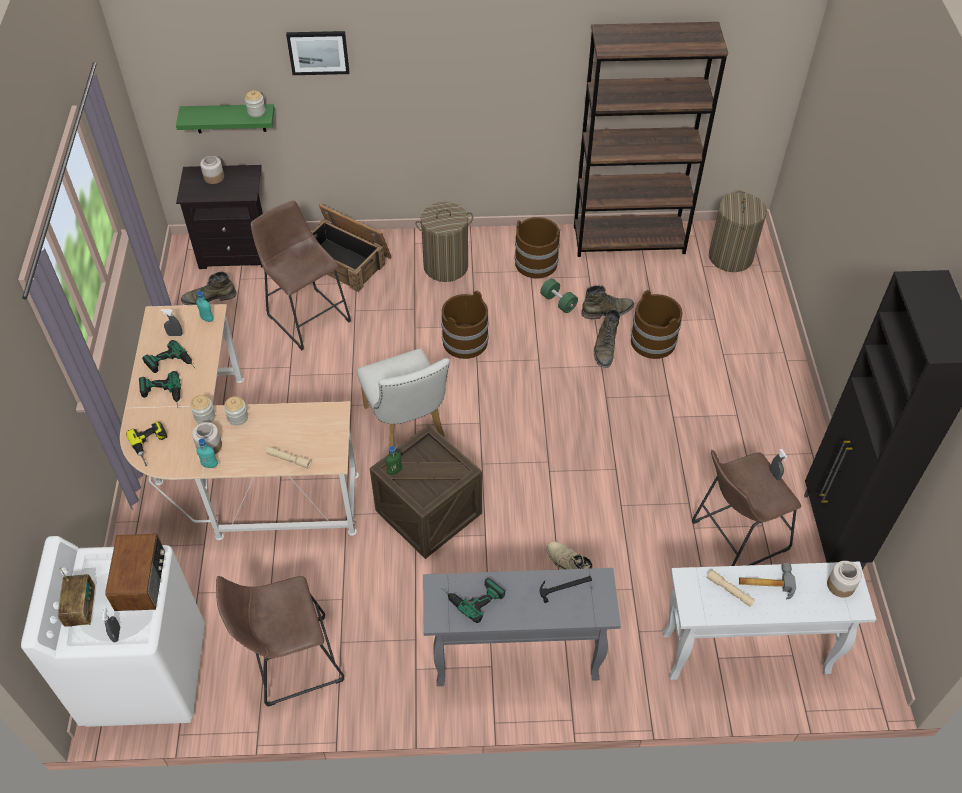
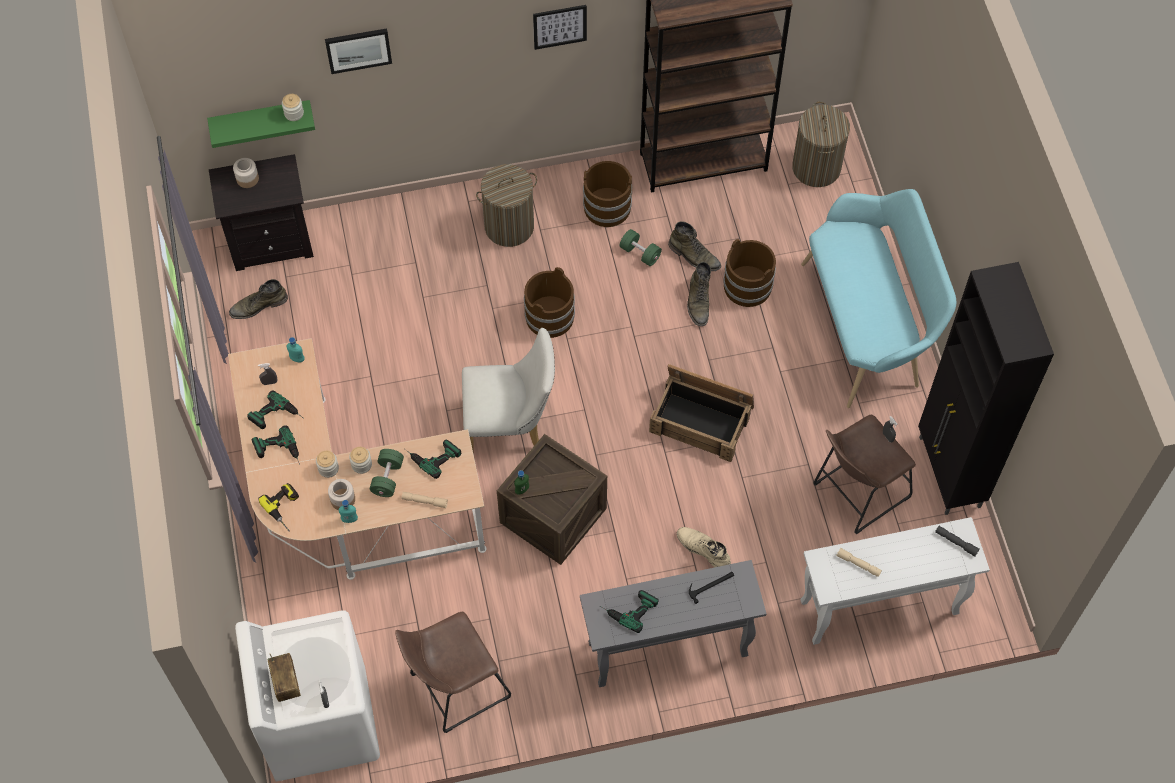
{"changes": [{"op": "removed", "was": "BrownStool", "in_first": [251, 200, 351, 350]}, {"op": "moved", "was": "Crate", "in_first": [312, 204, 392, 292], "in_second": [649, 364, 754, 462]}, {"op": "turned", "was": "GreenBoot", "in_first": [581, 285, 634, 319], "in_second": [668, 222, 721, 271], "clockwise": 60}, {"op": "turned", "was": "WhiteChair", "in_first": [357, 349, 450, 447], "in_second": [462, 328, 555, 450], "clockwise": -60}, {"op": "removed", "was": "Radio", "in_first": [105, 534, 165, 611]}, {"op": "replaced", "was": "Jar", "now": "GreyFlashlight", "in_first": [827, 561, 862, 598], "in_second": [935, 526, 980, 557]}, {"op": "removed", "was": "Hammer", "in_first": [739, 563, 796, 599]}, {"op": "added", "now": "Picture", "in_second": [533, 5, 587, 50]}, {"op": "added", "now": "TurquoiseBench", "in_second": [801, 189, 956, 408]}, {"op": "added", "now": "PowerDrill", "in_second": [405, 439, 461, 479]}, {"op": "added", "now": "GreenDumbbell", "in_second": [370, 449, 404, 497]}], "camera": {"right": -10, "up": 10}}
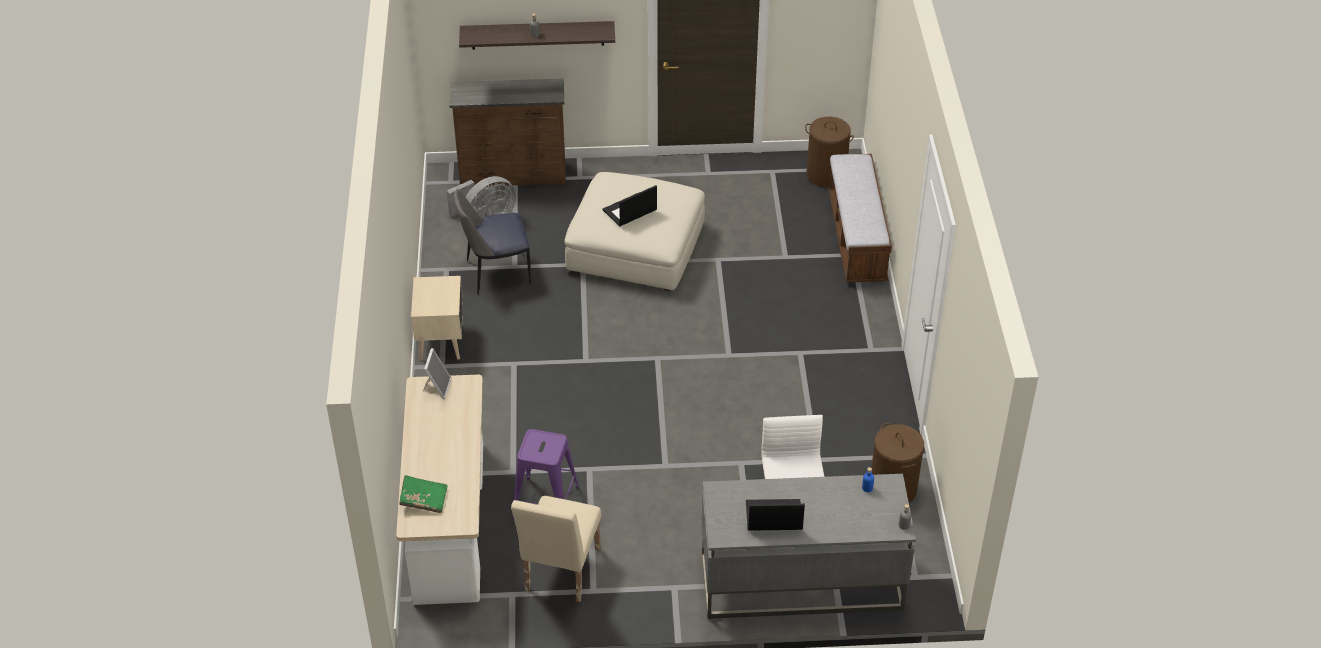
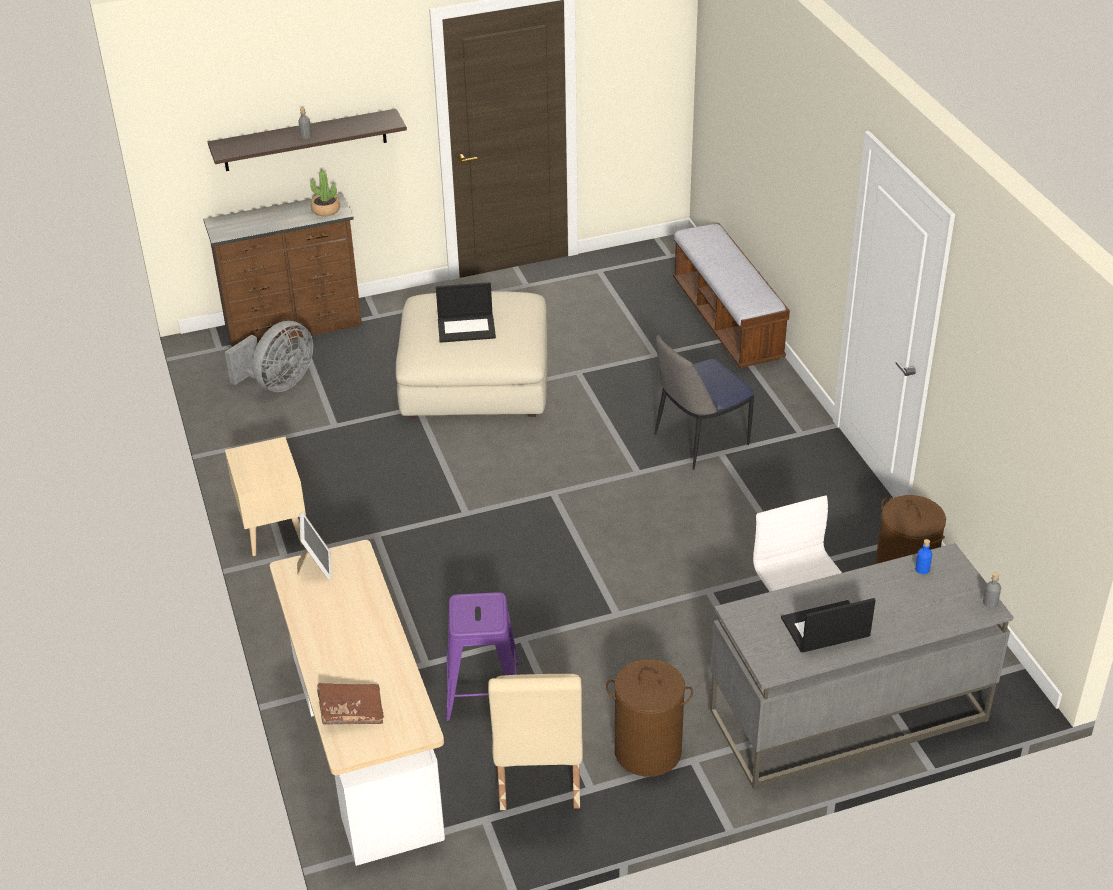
{"changes": [{"op": "moved", "was": "BrownLaundryBasket", "in_first": [805, 117, 854, 188], "in_second": [606, 659, 693, 777]}, {"op": "turned", "was": "Laptop", "in_first": [602, 185, 657, 226], "in_second": [436, 282, 496, 343], "clockwise": -135}, {"op": "moved", "was": "Chair", "in_first": [454, 189, 531, 295], "in_second": [655, 335, 754, 470]}, {"op": "recoloured", "was": "GreenBook", "now": "BrownBook", "in_first": [399, 475, 447, 513], "in_second": [317, 683, 384, 725]}, {"op": "added", "now": "PottedPlant", "in_second": [310, 171, 340, 216]}], "camera": {"right": -15, "up": -5}}
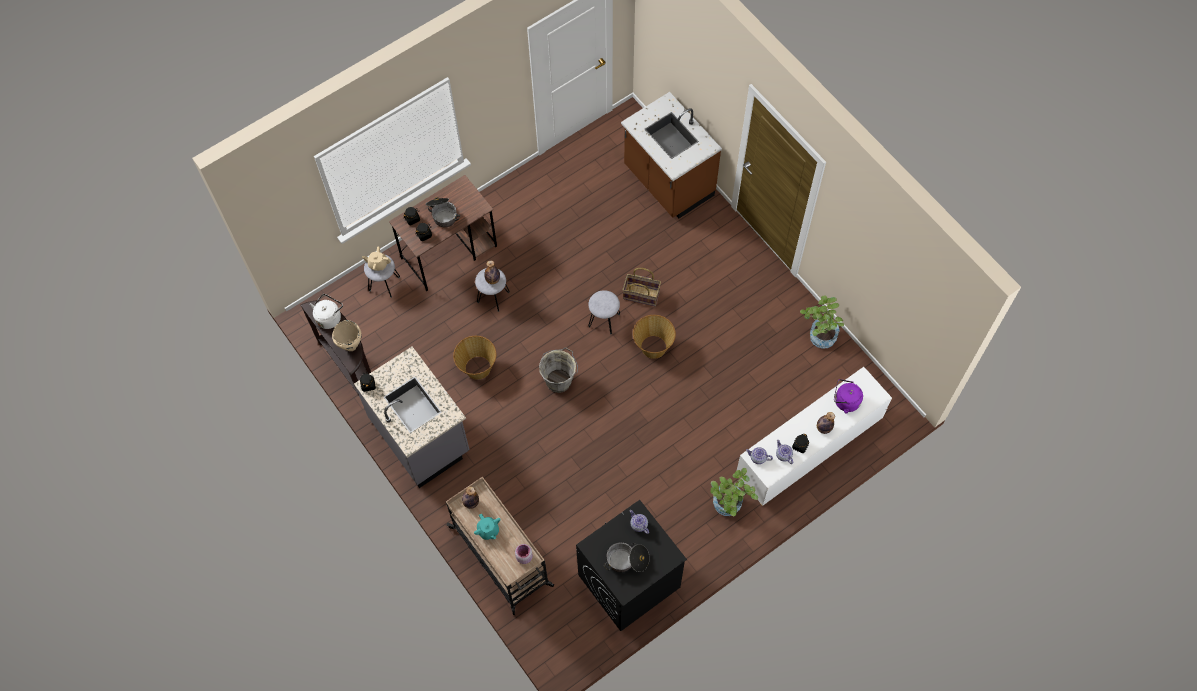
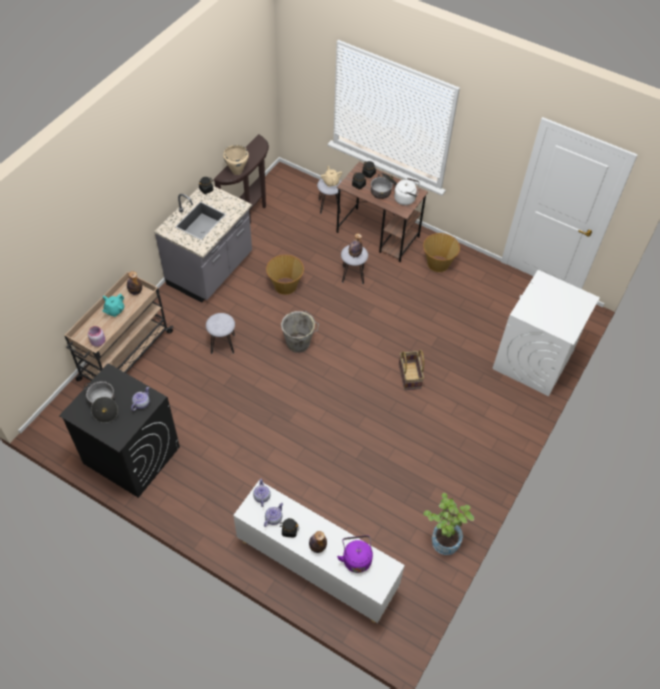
{"changes": [{"op": "replaced", "was": "BrownCounter", "now": "WhiteWashingMachine", "in_first": [621, 92, 722, 218], "in_second": [493, 270, 600, 396]}, {"op": "moved", "was": "GreyStool", "in_first": [588, 290, 620, 335], "in_second": [206, 313, 235, 354]}, {"op": "moved", "was": "WhiteKettle", "in_first": [310, 294, 343, 329], "in_second": [394, 178, 420, 205]}, {"op": "moved", "was": "Basket", "in_first": [633, 315, 676, 359], "in_second": [423, 233, 460, 272]}, {"op": "removed", "was": "PottedPlant", "in_first": [711, 468, 758, 517]}], "camera": {"right": 65, "up": -10}}
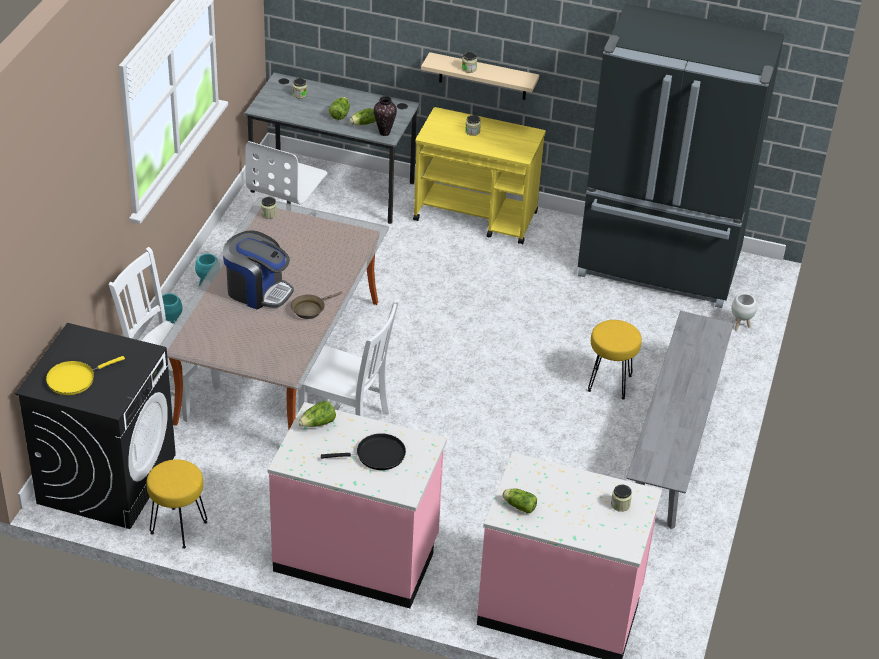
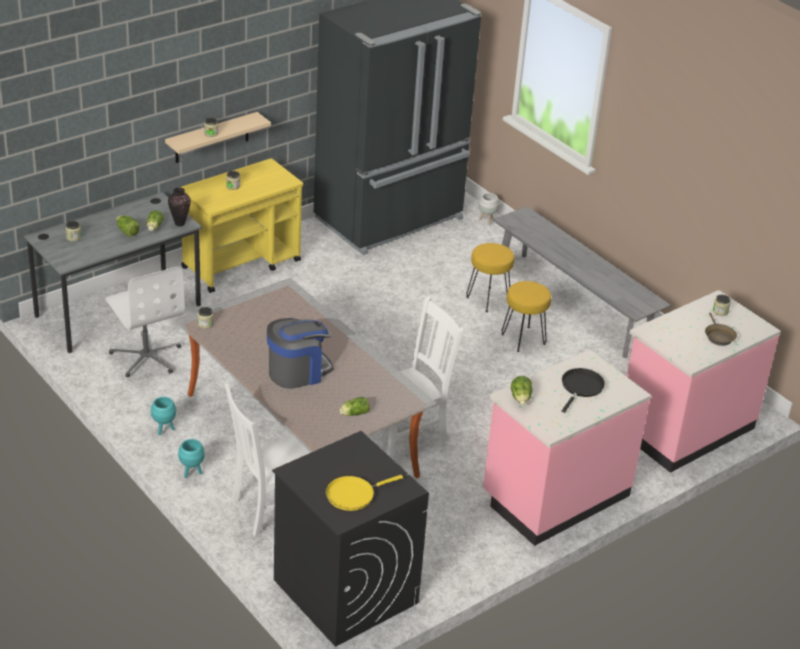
{"changes": [{"op": "moved", "was": "BrownFryingPan", "in_first": [291, 291, 342, 319], "in_second": [705, 313, 737, 346]}, {"op": "turned", "was": "YellowFryingPan", "in_first": [46, 356, 125, 395], "in_second": [326, 475, 403, 511], "clockwise": 60}, {"op": "moved", "was": "YellowStool", "in_first": [146, 459, 207, 549], "in_second": [501, 281, 551, 352]}, {"op": "moved", "was": "Lettuce", "in_first": [502, 489, 537, 513], "in_second": [339, 397, 370, 416]}], "camera": {"right": -55, "up": -5}}
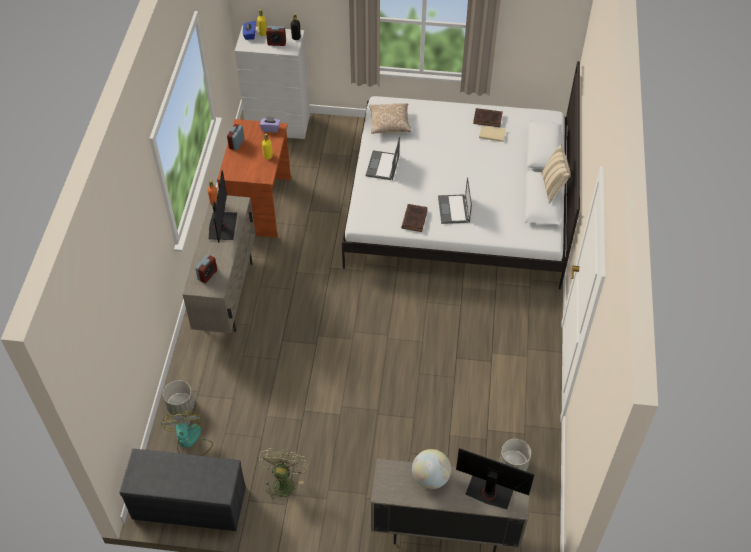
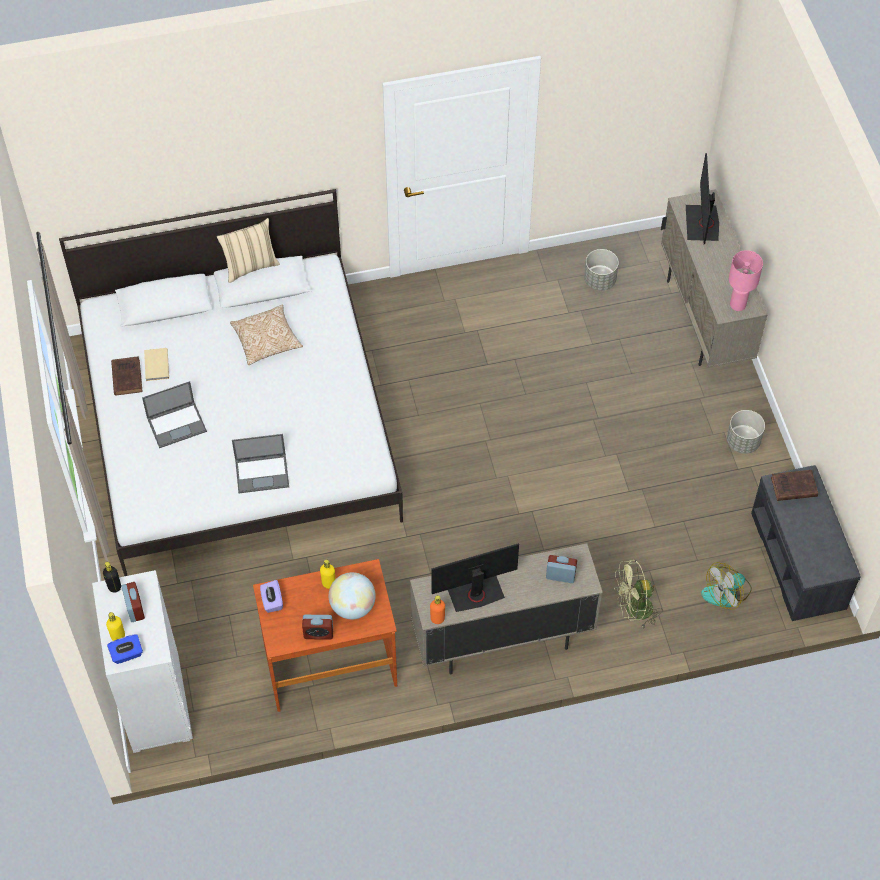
{"changes": [{"op": "moved", "was": "Pillow", "in_first": [369, 103, 411, 134], "in_second": [230, 304, 303, 365]}, {"op": "moved", "was": "Laptop", "in_first": [438, 177, 472, 224], "in_second": [142, 381, 207, 448]}, {"op": "moved", "was": "BrownBook", "in_first": [402, 204, 428, 232], "in_second": [771, 470, 818, 501]}, {"op": "moved", "was": "GreyPlanter", "in_first": [163, 380, 194, 416], "in_second": [727, 410, 765, 454]}, {"op": "moved", "was": "GreenFan", "in_first": [258, 448, 308, 502], "in_second": [614, 560, 662, 628]}, {"op": "moved", "was": "Globe", "in_first": [412, 449, 451, 489], "in_second": [329, 572, 376, 619]}, {"op": "added", "now": "PinkTableLamp", "in_second": [729, 250, 763, 311]}], "camera": {"right": -110, "up": 5}}
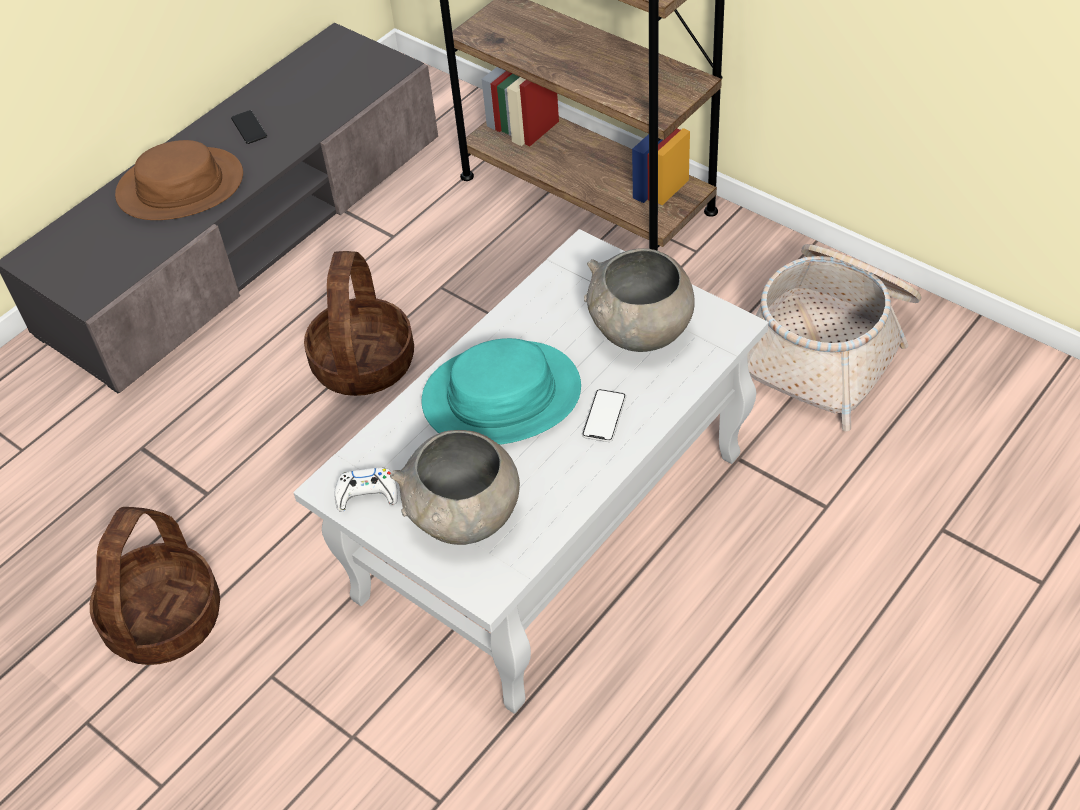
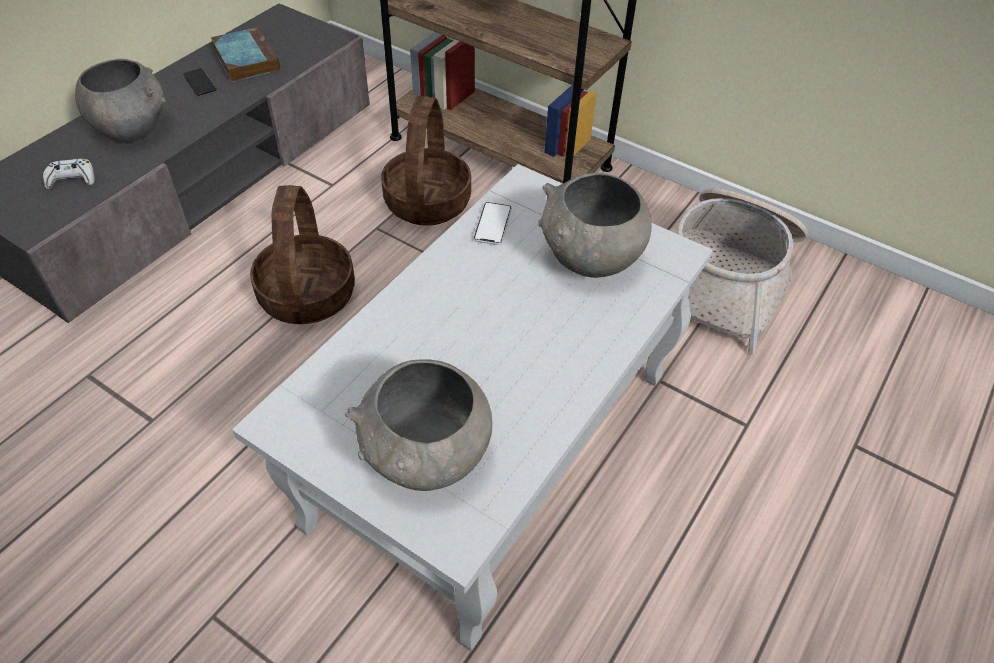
{"changes": [{"op": "replaced", "was": "BrownHat", "now": "GreyBowl", "in_first": [115, 140, 243, 220], "in_second": [75, 59, 166, 143]}, {"op": "removed", "was": "TurquoiseHat", "in_first": [422, 338, 581, 445]}, {"op": "moved", "was": "Phone", "in_first": [582, 389, 626, 442], "in_second": [473, 202, 512, 245]}, {"op": "moved", "was": "WhiteGameController", "in_first": [335, 467, 398, 512], "in_second": [43, 159, 95, 189]}, {"op": "moved", "was": "Basket", "in_first": [90, 507, 220, 665], "in_second": [381, 96, 471, 226]}, {"op": "added", "now": "Book", "in_second": [211, 27, 280, 82]}], "camera": {"right": -10, "up": 0}}
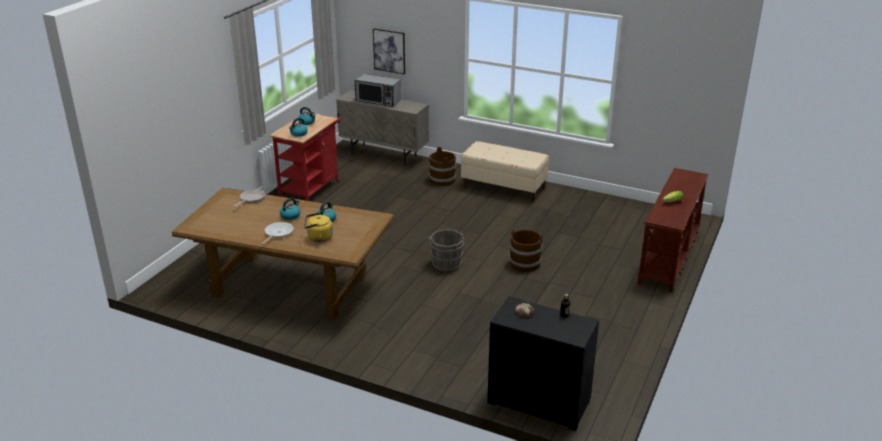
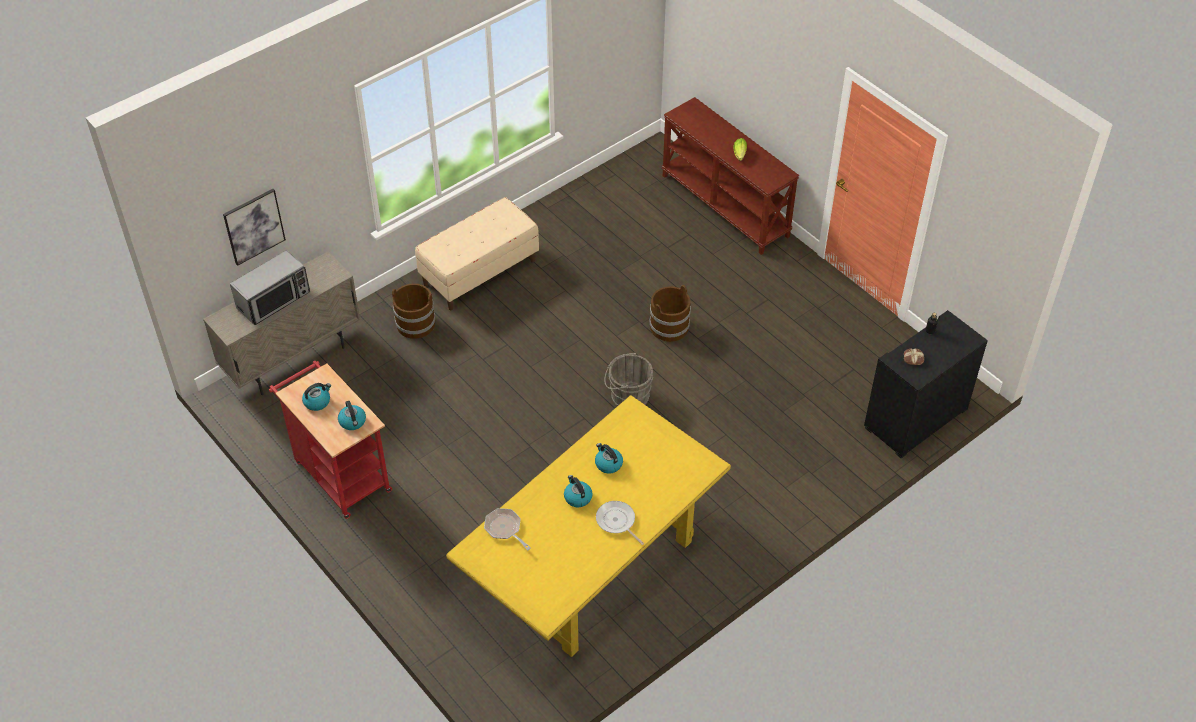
{"changes": [{"op": "recoloured", "was": "BrownDiningTable", "now": "YellowDiningTable", "in_first": [172, 188, 394, 320], "in_second": [446, 395, 731, 657]}, {"op": "removed", "was": "YellowKettle", "in_first": [304, 213, 333, 242]}], "camera": {"right": -65, "up": 20}}
